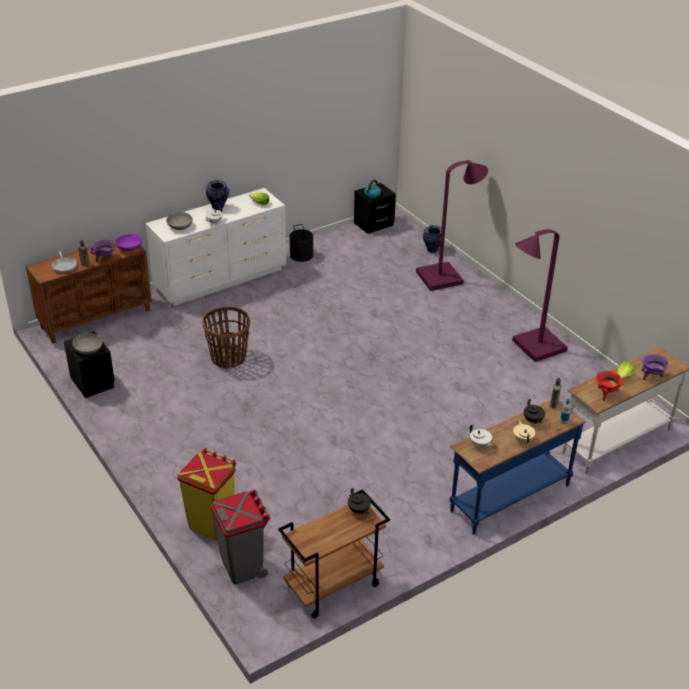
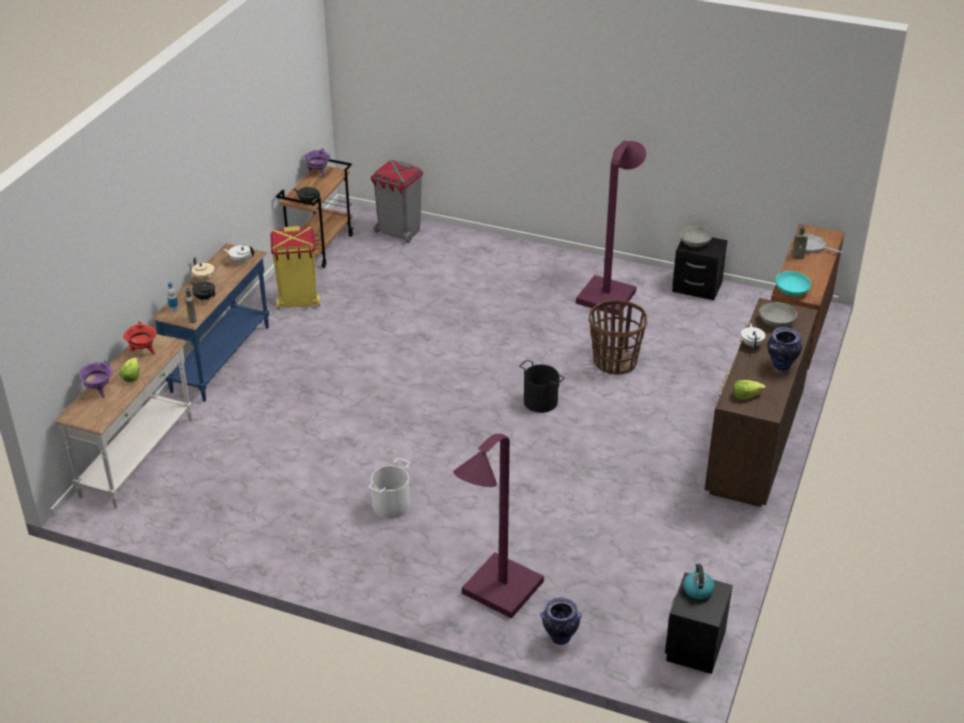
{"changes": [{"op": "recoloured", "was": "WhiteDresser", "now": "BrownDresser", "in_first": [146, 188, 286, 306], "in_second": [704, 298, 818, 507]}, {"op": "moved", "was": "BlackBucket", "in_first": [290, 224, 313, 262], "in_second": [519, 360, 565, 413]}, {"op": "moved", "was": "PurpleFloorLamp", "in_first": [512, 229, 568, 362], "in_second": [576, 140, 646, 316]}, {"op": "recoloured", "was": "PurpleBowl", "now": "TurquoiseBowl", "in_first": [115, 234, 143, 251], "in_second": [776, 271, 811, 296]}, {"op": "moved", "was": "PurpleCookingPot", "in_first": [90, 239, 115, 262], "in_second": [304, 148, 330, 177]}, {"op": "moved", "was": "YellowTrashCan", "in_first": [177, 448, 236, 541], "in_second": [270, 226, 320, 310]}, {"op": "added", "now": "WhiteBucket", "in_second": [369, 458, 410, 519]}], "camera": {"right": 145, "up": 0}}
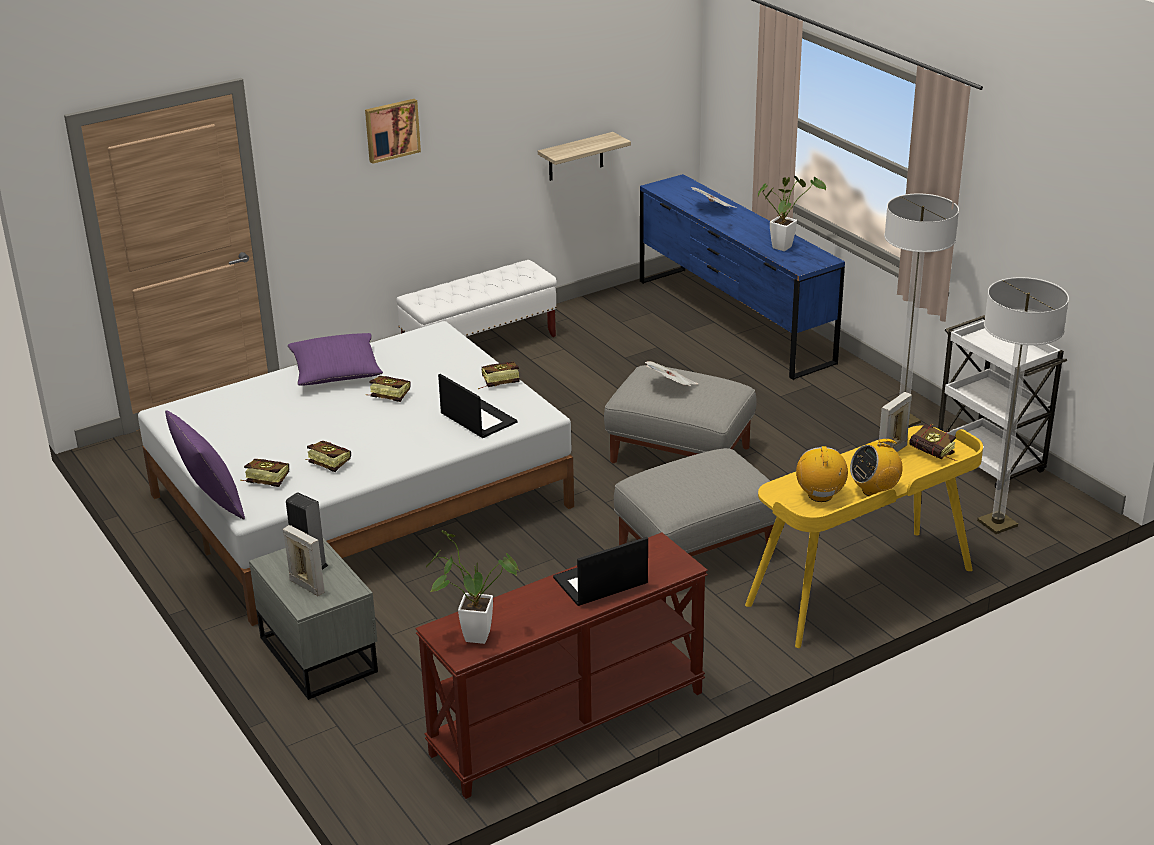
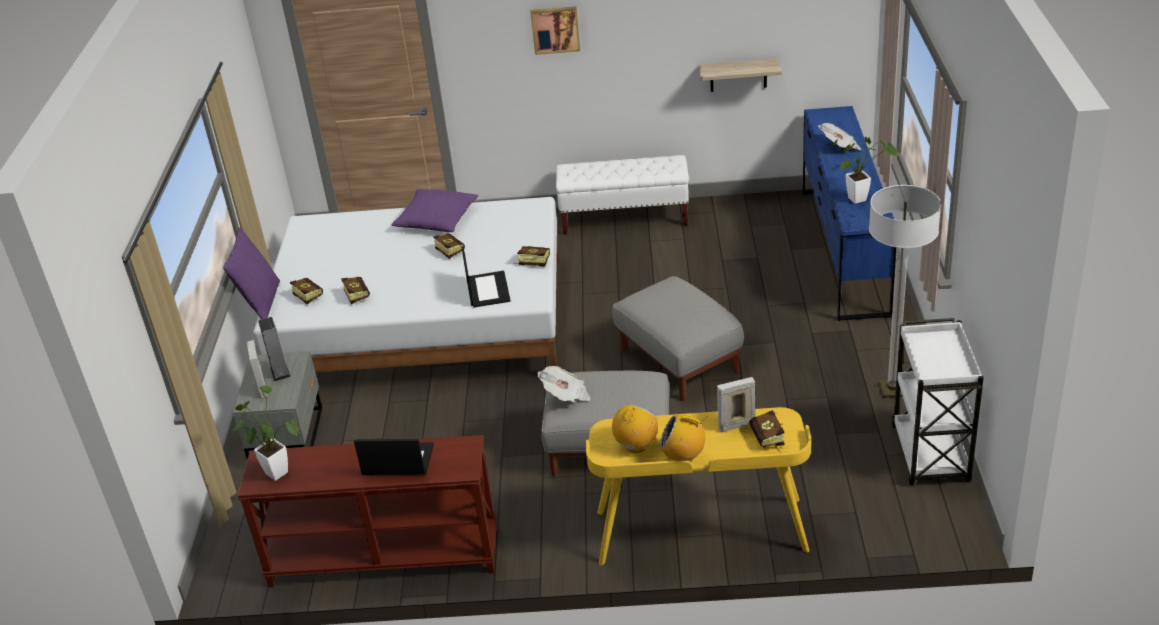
{"changes": [{"op": "removed", "was": "FloorLamp", "in_first": [977, 277, 1069, 534]}, {"op": "moved", "was": "Newspaper", "in_first": [645, 361, 698, 386], "in_second": [537, 366, 591, 402]}], "camera": {"right": 35, "up": 5}}
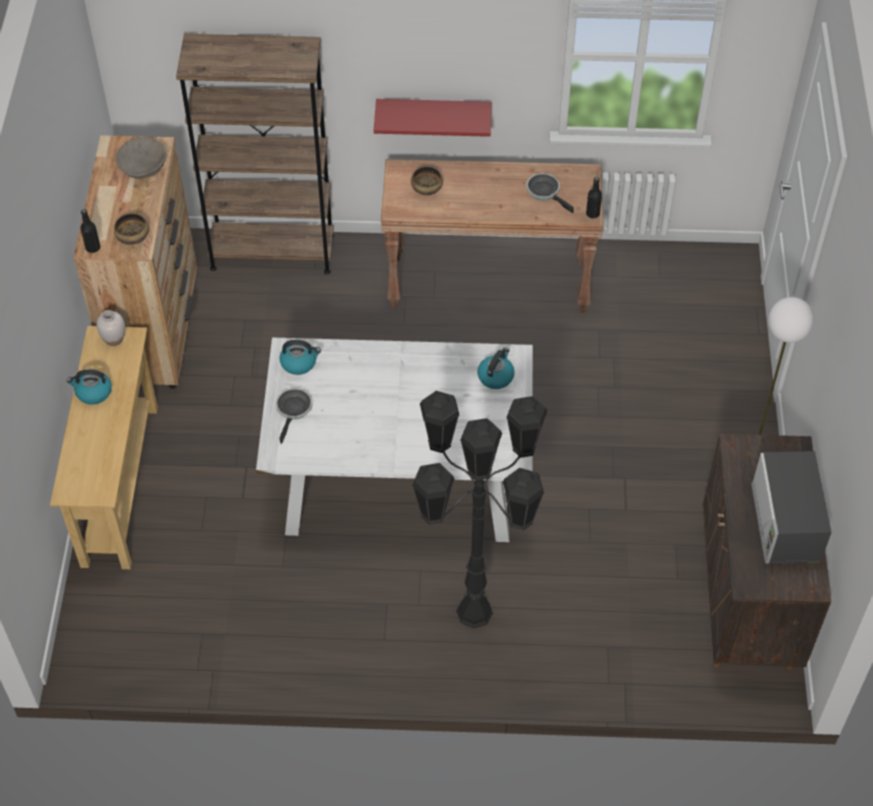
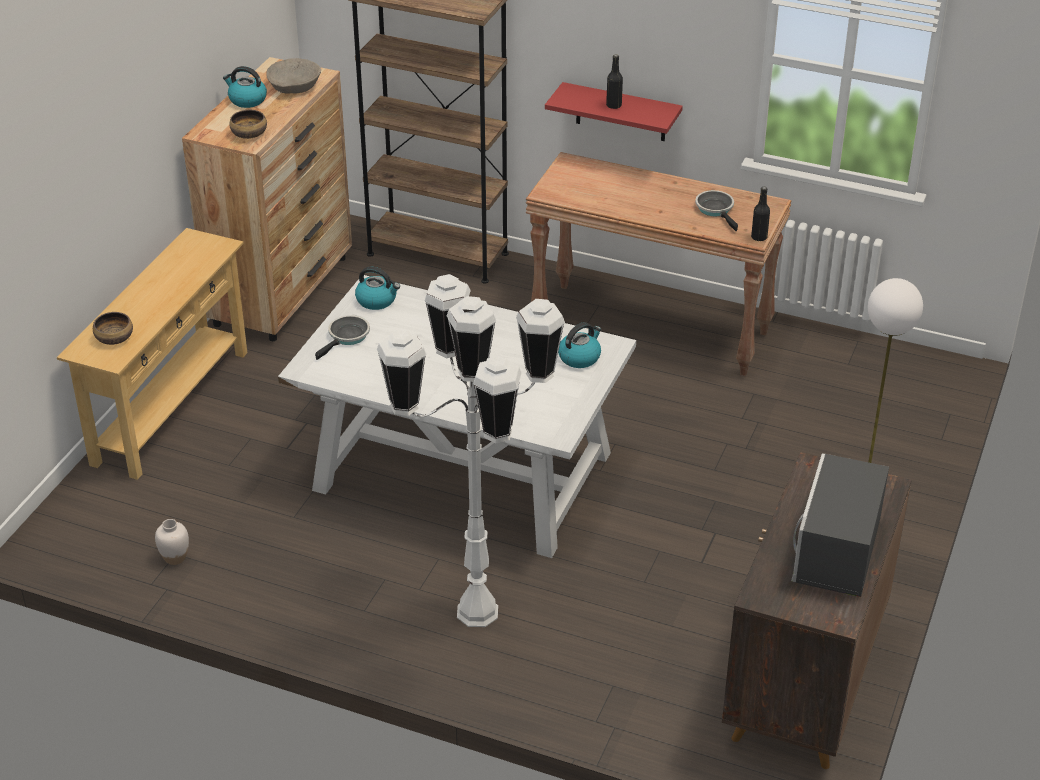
{"changes": [{"op": "moved", "was": "Bowl", "in_first": [411, 166, 443, 195], "in_second": [93, 312, 133, 345]}, {"op": "moved", "was": "BlackBottle", "in_first": [80, 209, 100, 253], "in_second": [606, 54, 623, 109]}, {"op": "moved", "was": "WhiteVase", "in_first": [96, 310, 125, 346], "in_second": [155, 519, 189, 565]}, {"op": "moved", "was": "Kettle", "in_first": [66, 369, 112, 405], "in_second": [223, 66, 267, 108]}, {"op": "recoloured", "was": "BlackFloorLamp", "now": "WhiteFloorLamp", "in_first": [412, 391, 547, 628], "in_second": [377, 274, 565, 627]}], "camera": {"right": 20, "up": -15}}
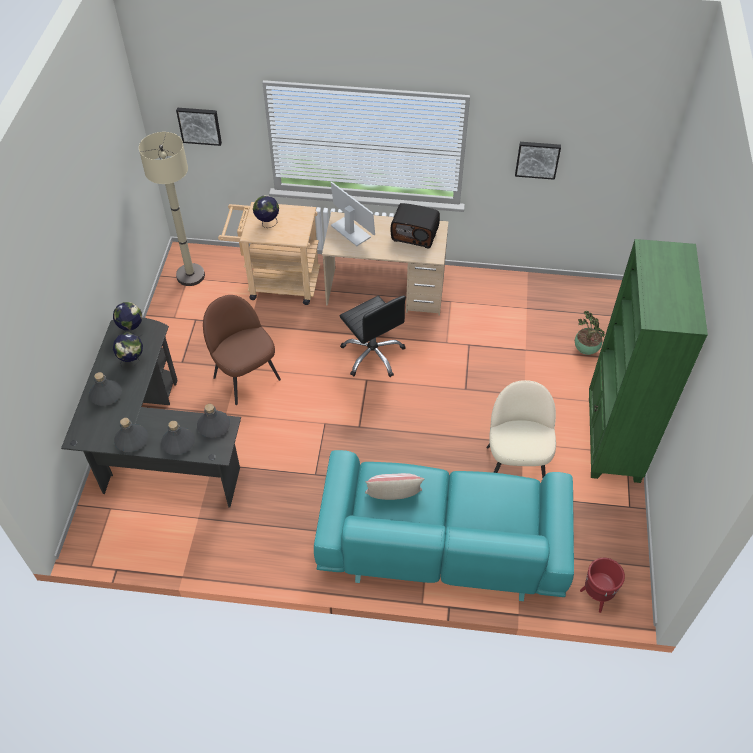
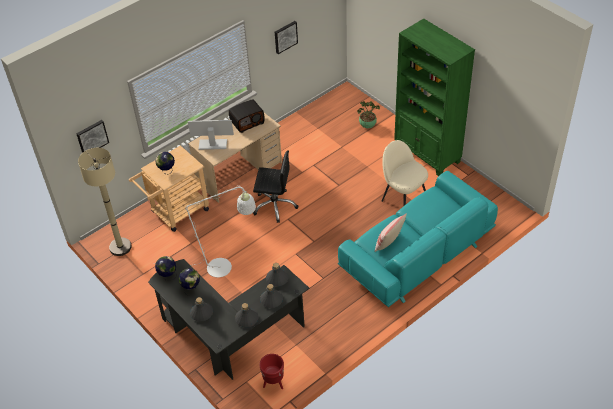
{"changes": [{"op": "replaced", "was": "BrownChair", "now": "WhiteFloorLamp", "in_first": [203, 295, 281, 405], "in_second": [152, 185, 256, 277]}, {"op": "moved", "was": "RedPlanter", "in_first": [580, 558, 625, 613], "in_second": [259, 354, 284, 389]}], "camera": {"right": -45, "up": -5}}
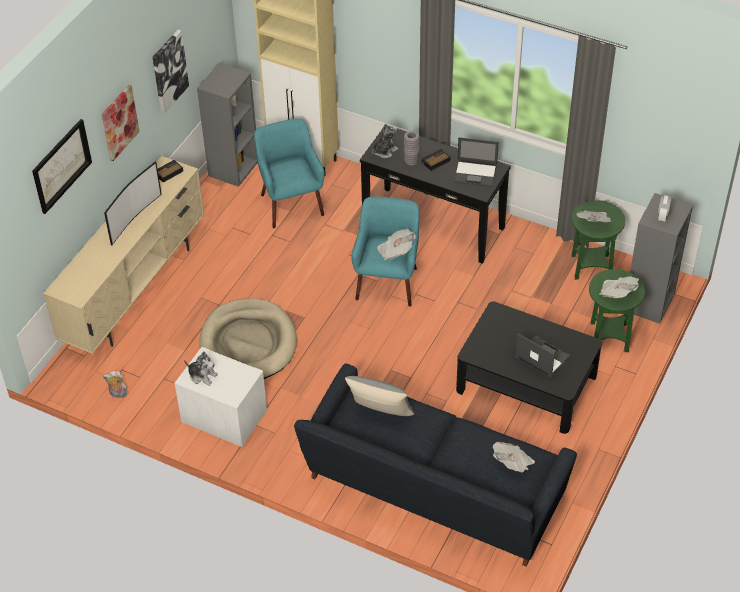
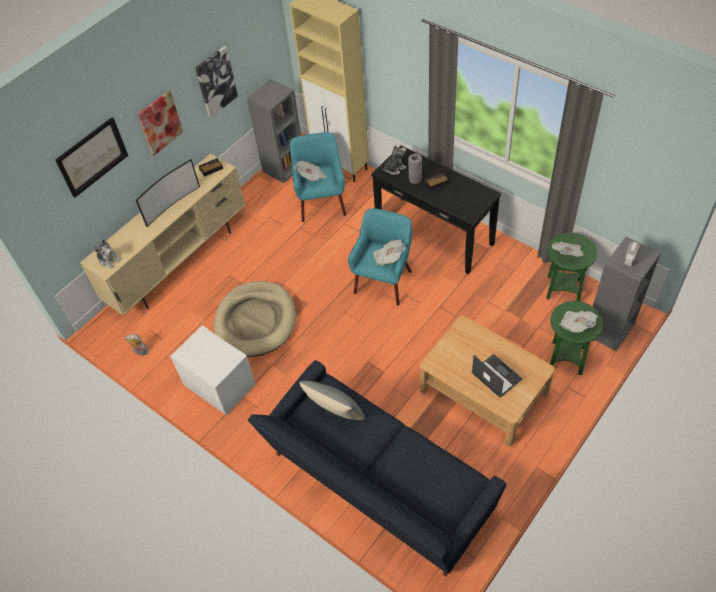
{"changes": [{"op": "removed", "was": "Laptop", "in_first": [453, 137, 499, 187]}, {"op": "recoloured", "was": "BlackCoffeeTable", "now": "BeigeCoffeeTable", "in_first": [456, 301, 602, 434], "in_second": [420, 316, 555, 447]}, {"op": "moved", "was": "PlushToy", "in_first": [184, 351, 218, 386], "in_second": [94, 240, 121, 269]}, {"op": "moved", "was": "Newspaper", "in_first": [492, 442, 535, 473], "in_second": [294, 161, 327, 181]}], "camera": {"right": 15, "up": 5}}
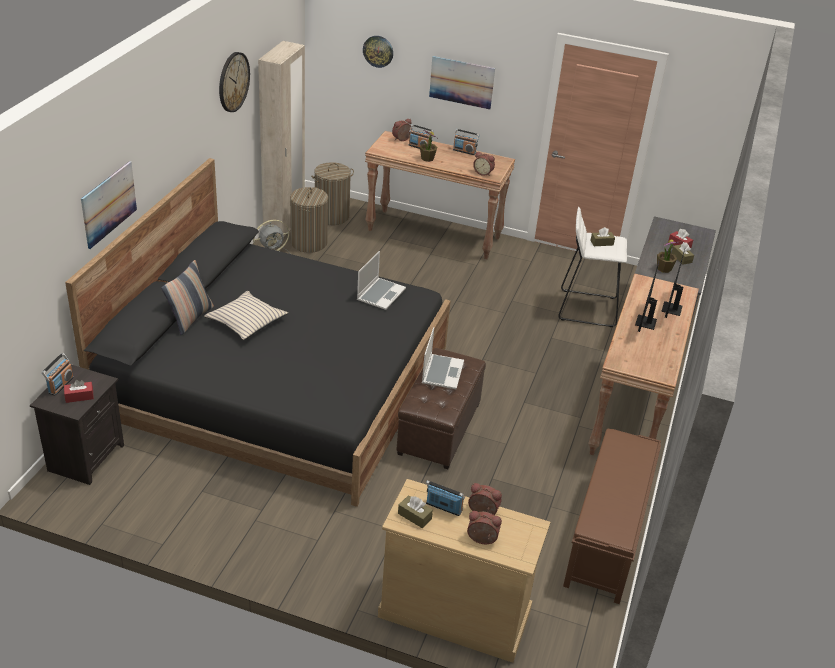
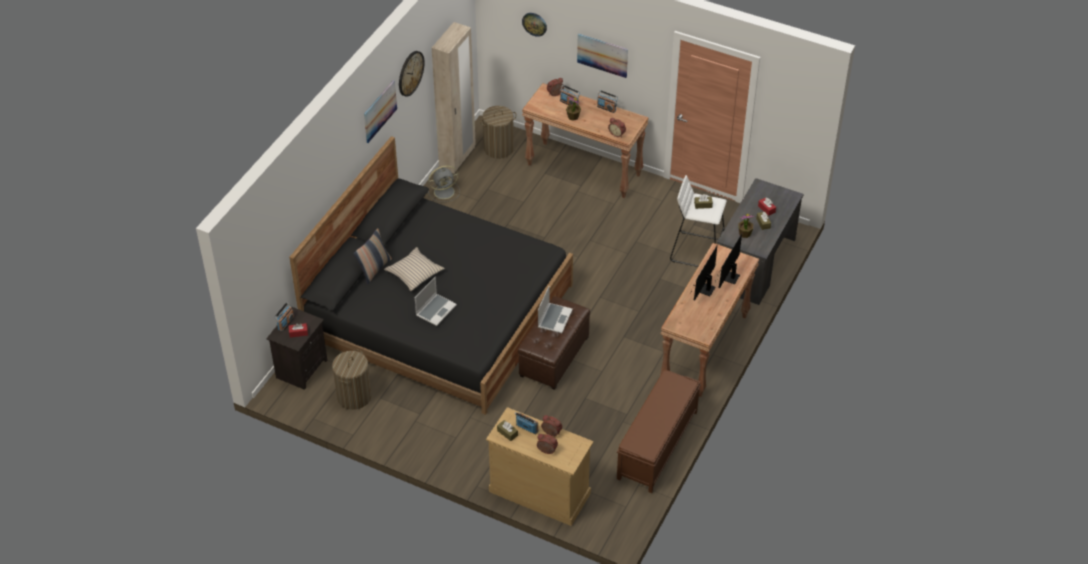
{"changes": [{"op": "moved", "was": "Picture", "in_first": [81, 161, 137, 249], "in_second": [364, 80, 397, 143]}, {"op": "moved", "was": "LaundryBasket", "in_first": [290, 187, 328, 253], "in_second": [332, 349, 372, 410]}, {"op": "moved", "was": "Laptop", "in_first": [357, 251, 406, 310], "in_second": [415, 277, 457, 326]}], "camera": {"right": 10, "up": 10}}
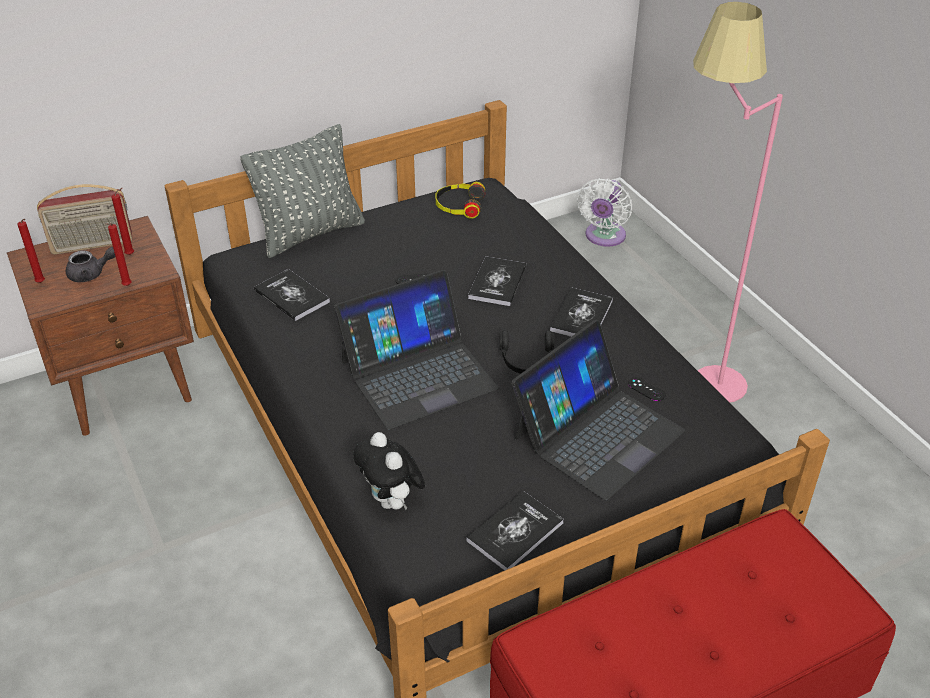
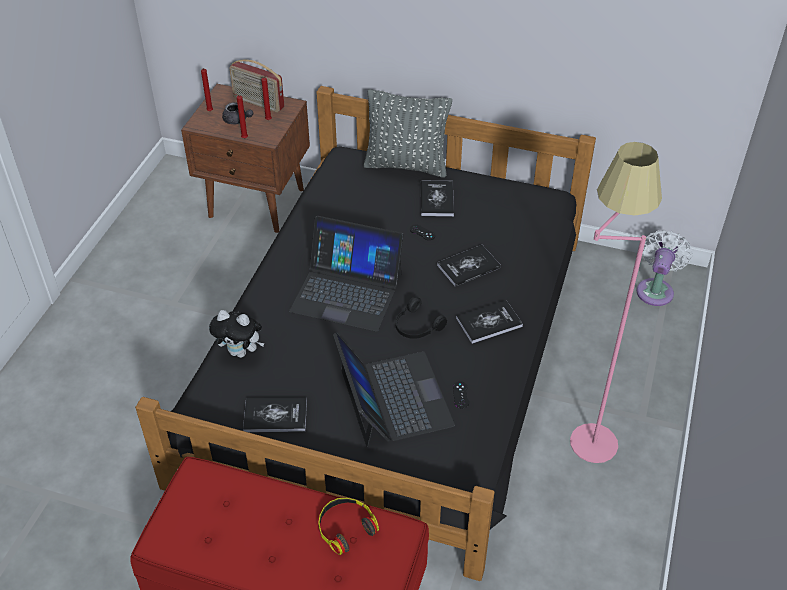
{"changes": [{"op": "turned", "was": "WhiteFan", "in_first": [577, 178, 632, 247], "in_second": [637, 230, 693, 306], "clockwise": 135}, {"op": "moved", "was": "Headphones", "in_first": [436, 182, 485, 219], "in_second": [318, 498, 379, 555]}, {"op": "moved", "was": "Book", "in_first": [254, 269, 330, 321], "in_second": [421, 181, 454, 216]}, {"op": "turned", "was": "Laptop", "in_first": [511, 320, 685, 500], "in_second": [333, 333, 455, 447], "clockwise": -105}, {"op": "turned", "was": "PlushToy", "in_first": [354, 432, 425, 510], "in_second": [209, 310, 265, 358], "clockwise": -90}], "camera": {"right": 45, "up": 5}}
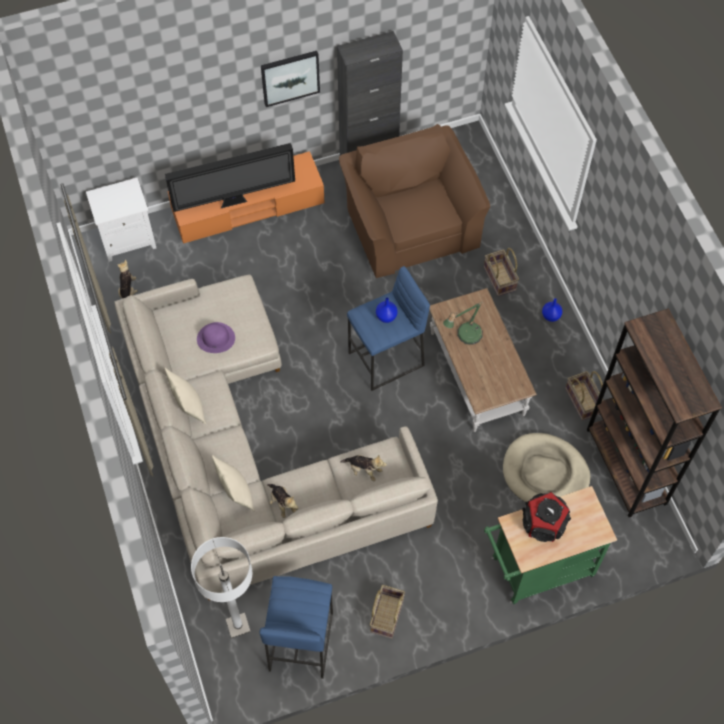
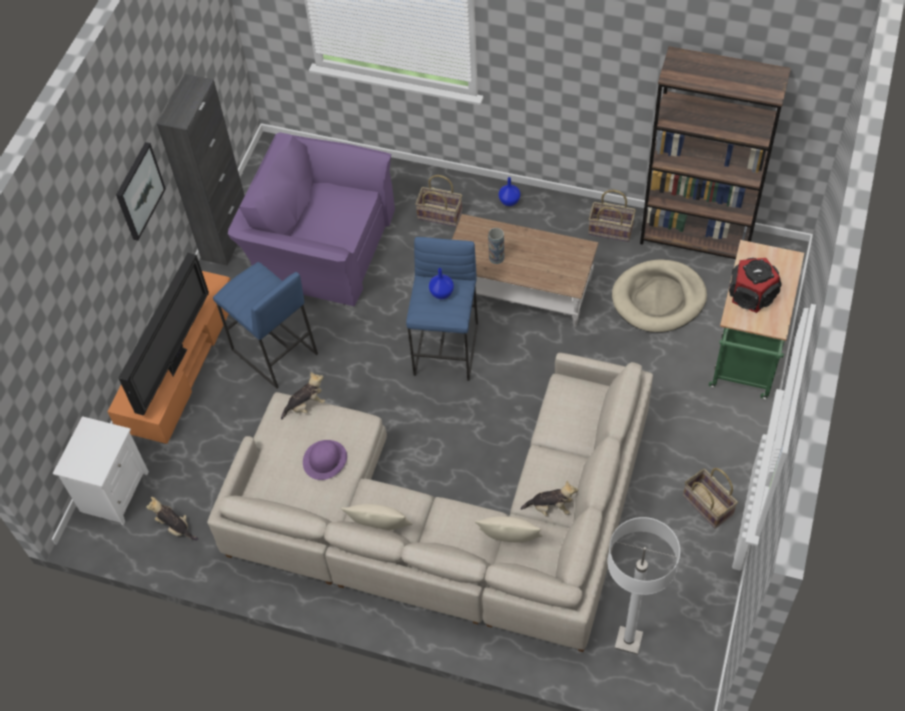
{"changes": [{"op": "recoloured", "was": "BrownArmchair", "now": "PurpleArmchair", "in_first": [339, 124, 490, 278], "in_second": [228, 132, 395, 306]}, {"op": "replaced", "was": "TableLamp", "now": "Vase", "in_first": [443, 302, 483, 345], "in_second": [488, 228, 504, 264]}, {"op": "moved", "was": "PlushToy", "in_first": [340, 455, 387, 481], "in_second": [281, 372, 325, 419]}, {"op": "moved", "was": "BlueStool", "in_first": [259, 576, 333, 679], "in_second": [213, 262, 318, 389]}], "camera": {"right": -50, "up": -5}}
